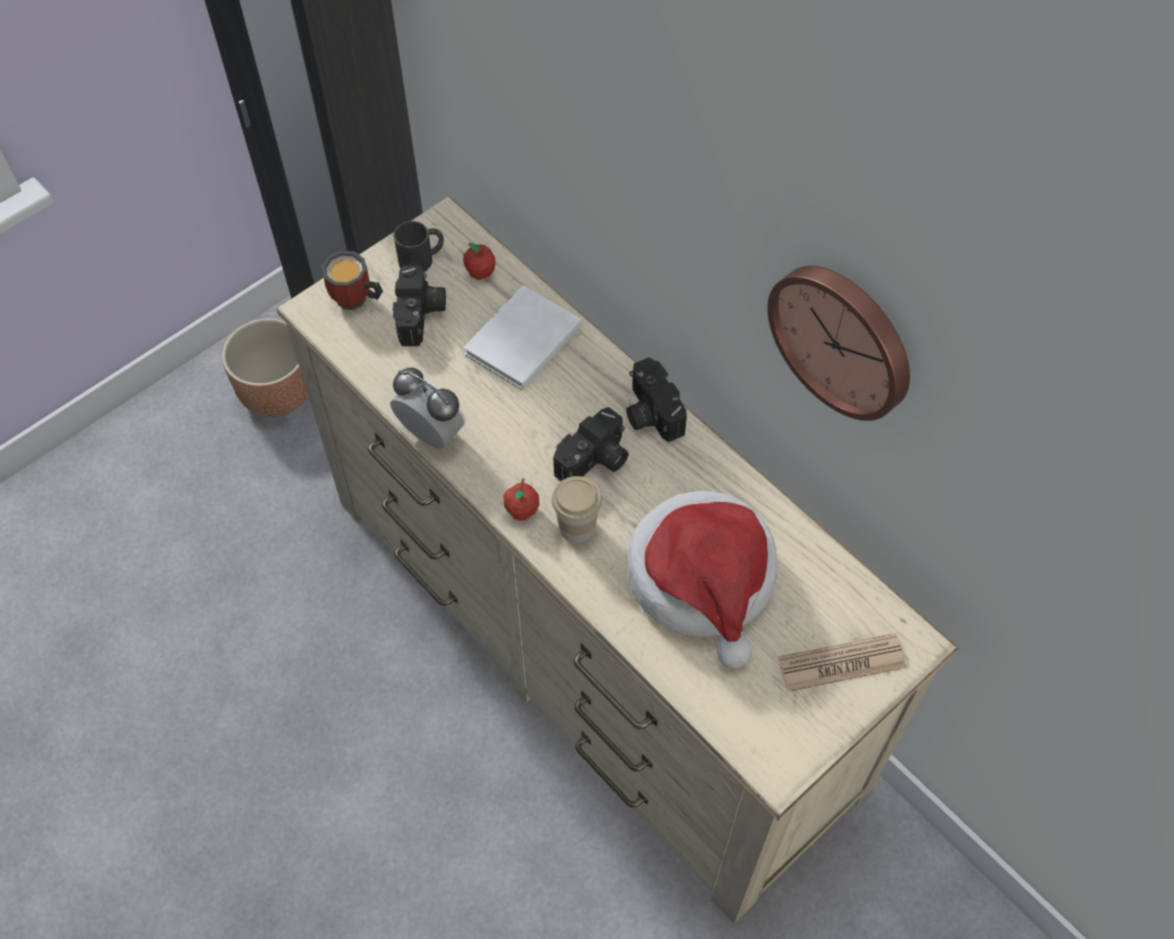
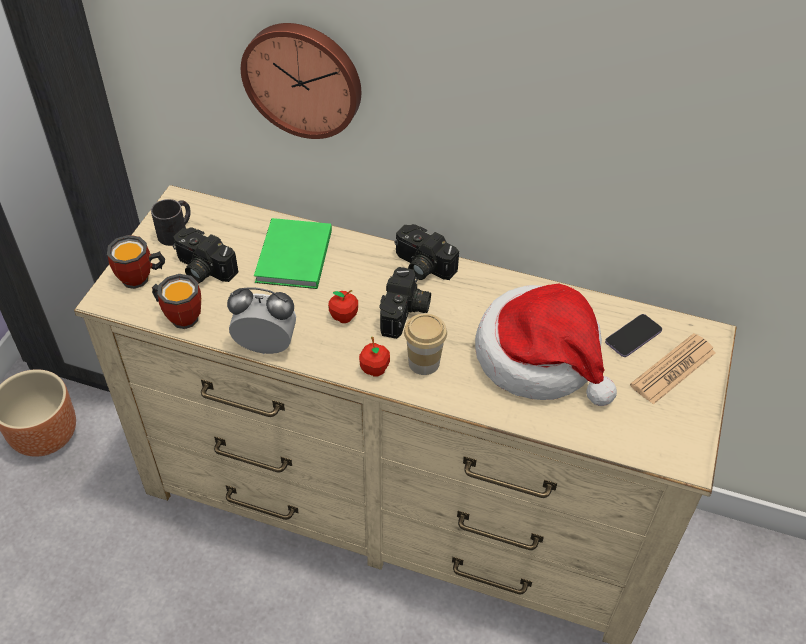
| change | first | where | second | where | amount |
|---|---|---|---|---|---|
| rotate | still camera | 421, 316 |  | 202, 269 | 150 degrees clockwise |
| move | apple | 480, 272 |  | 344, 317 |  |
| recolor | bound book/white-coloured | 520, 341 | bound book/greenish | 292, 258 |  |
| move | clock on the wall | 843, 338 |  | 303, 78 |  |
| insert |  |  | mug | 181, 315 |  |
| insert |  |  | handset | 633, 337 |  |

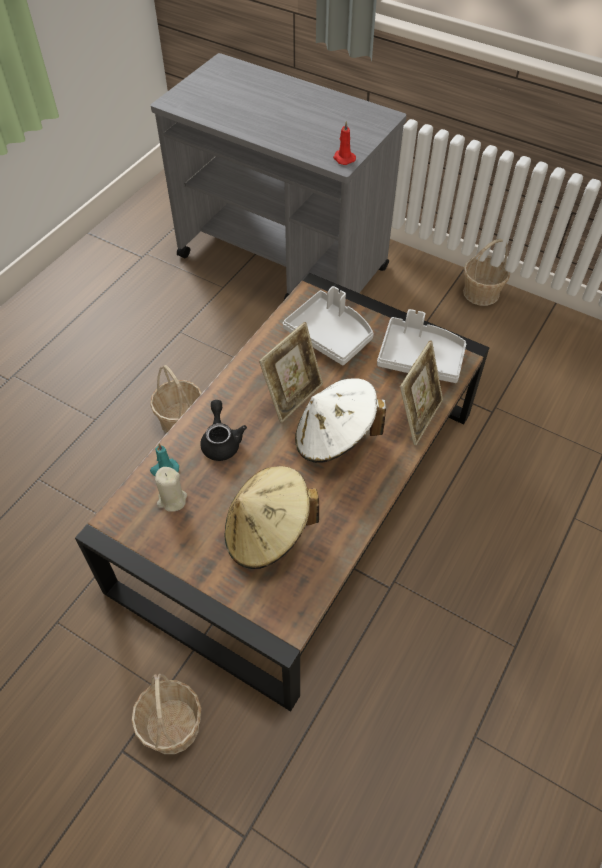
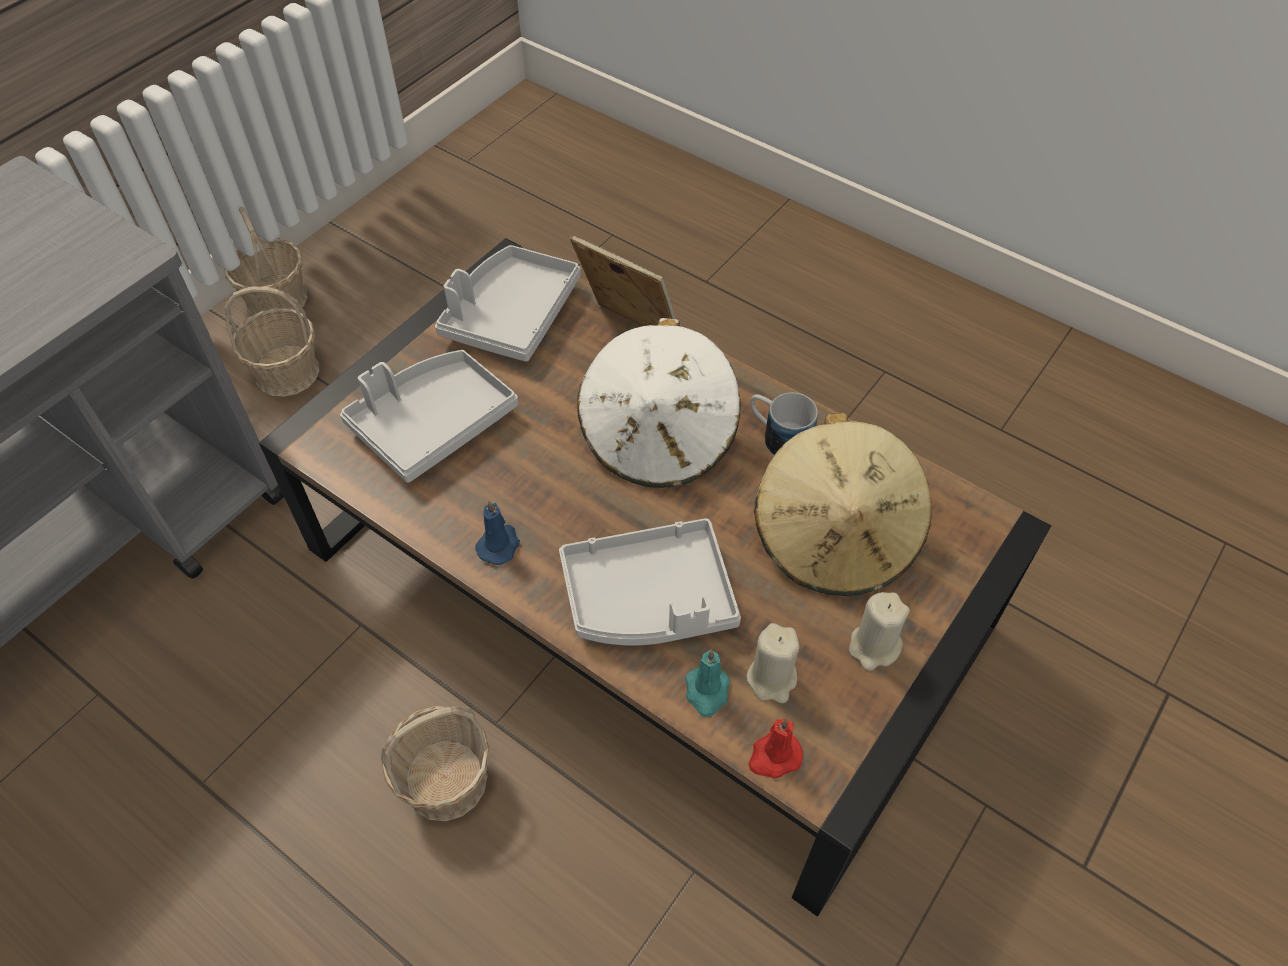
| change | first | where | second | where | amount |
|---|---|---|---|---|---|
| move | household basket | 172, 725 |  | 286, 372 |  |
| replace | teapot/black | 221, 441 | tray/gray | 649, 598 |  |
| delete | picture frame | 293, 396 |  |  |  |
| move | wax light/red-coloured | 343, 158 |  | 774, 757 |  |
| insert |  |  | wax light/bluish | 499, 545 |  |
| insert |  |  | mug | 778, 437 |  |
| insert |  |  | wax light/beige | 873, 647 |  |

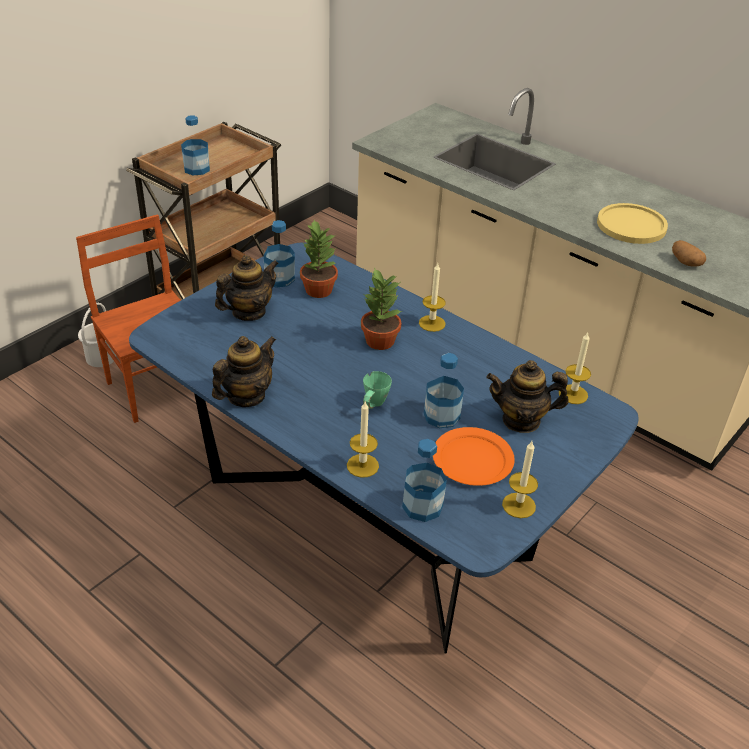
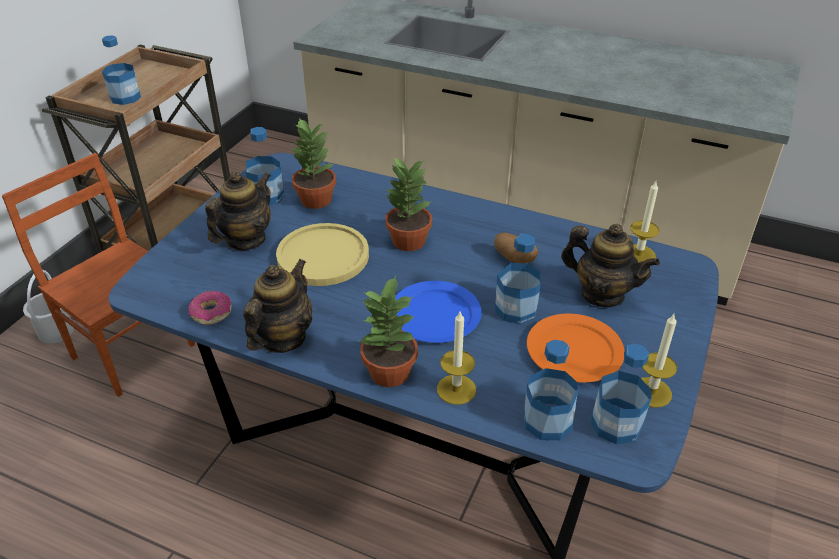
| change | first | where | second | where | amount |
|---|---|---|---|---|---|
| replace | mug/greenish | 373, 406 | flat dish/bluish | 435, 315 |  |
| delete | wax light | 432, 323 |  |  |  |
| rotate | teapot | 521, 420 |  | 602, 294 | 135 degrees counterclockwise |
| move | flat dish/yellowish | 631, 225 |  | 323, 256 |  |
| move | whole potato | 685, 262 |  | 513, 258 |  |
| insert |  |  | donut | 211, 313 |  |
| insert |  |  | potted plant | 388, 373 |  |
| insert |  |  | beverage bottle | 616, 424 |  |

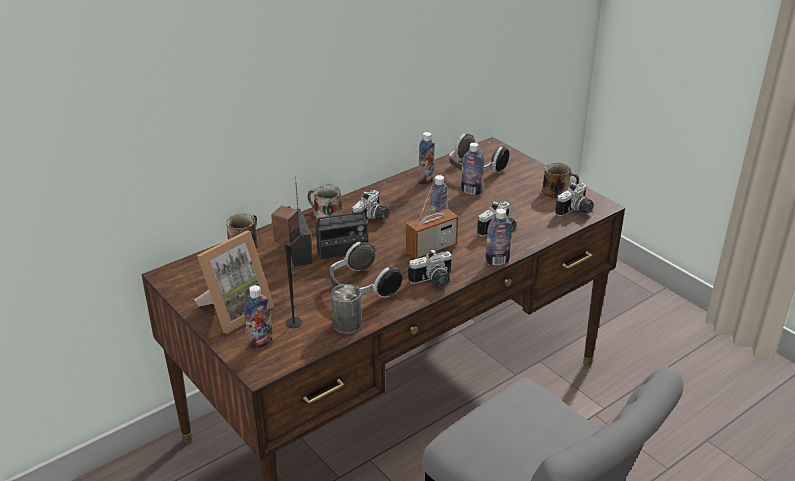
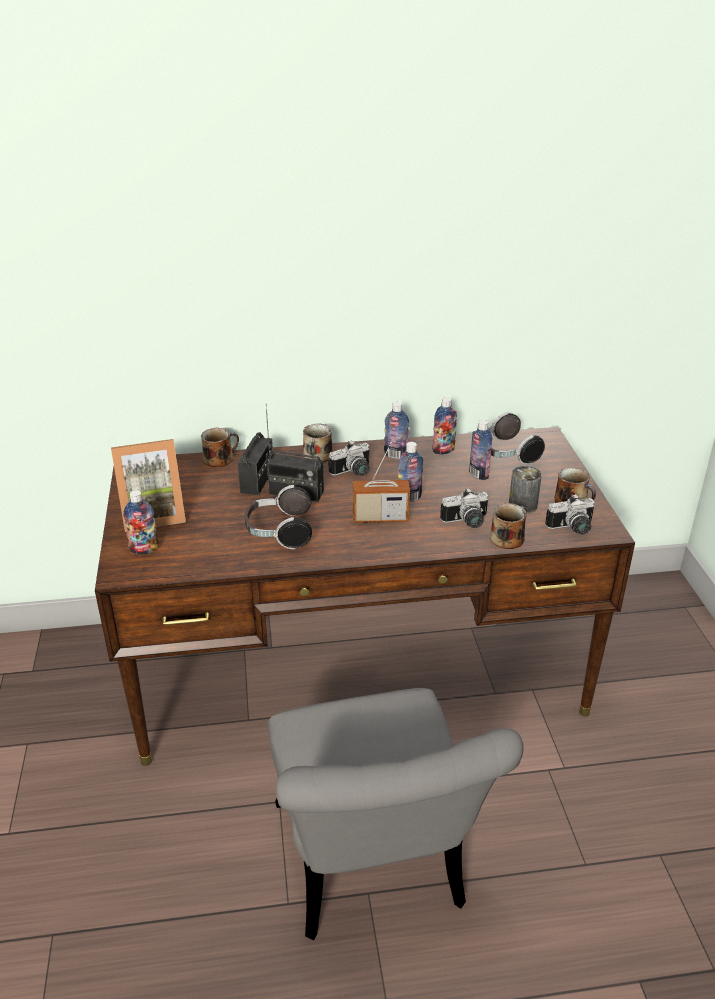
| change | first | where | second | where | amount |
|---|---|---|---|---|---|
| delete | audio speaker | 293, 322 |  |  |  |
| move | sealed can | 347, 324 |  | 522, 505 |  |
| delete | still camera | 433, 281 |  |  |  |
| move | beverage bottle | 497, 261 |  | 396, 455 |  |
| insert |  |  | mug | 508, 537 |  |

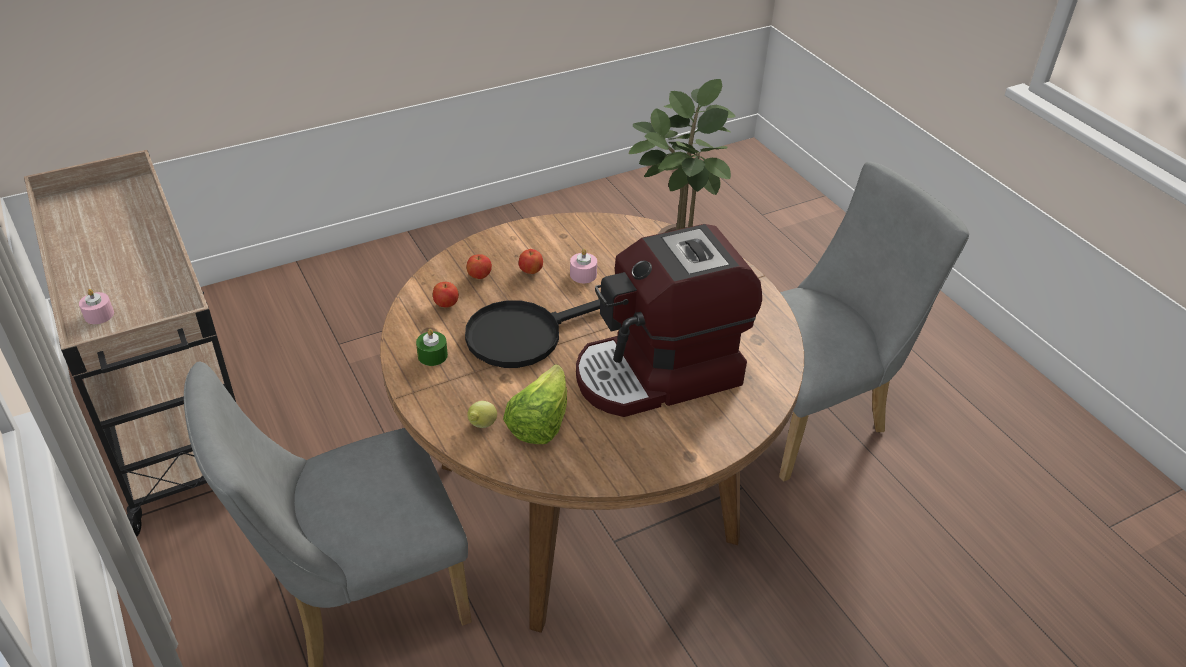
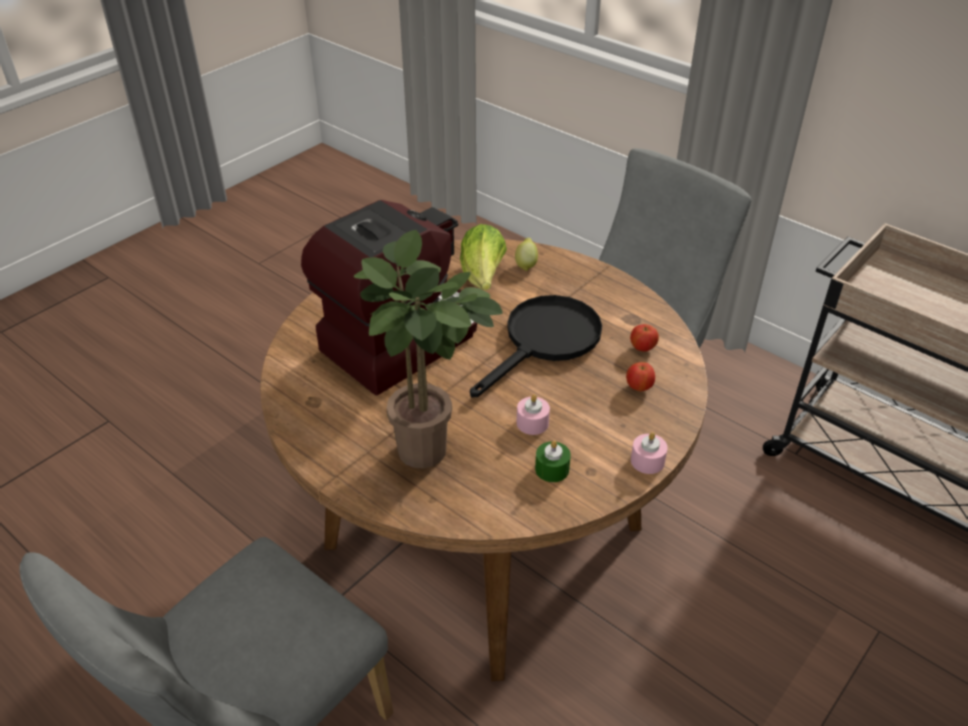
| change | first | where | second | where | amount |
|---|---|---|---|---|---|
| move | wax light/pink-coloured | 99, 315 |  | 647, 461 |  |
| move | wax light/greenish | 432, 355 |  | 552, 469 |  |
| delete | apple | 531, 271 |  |  |  |

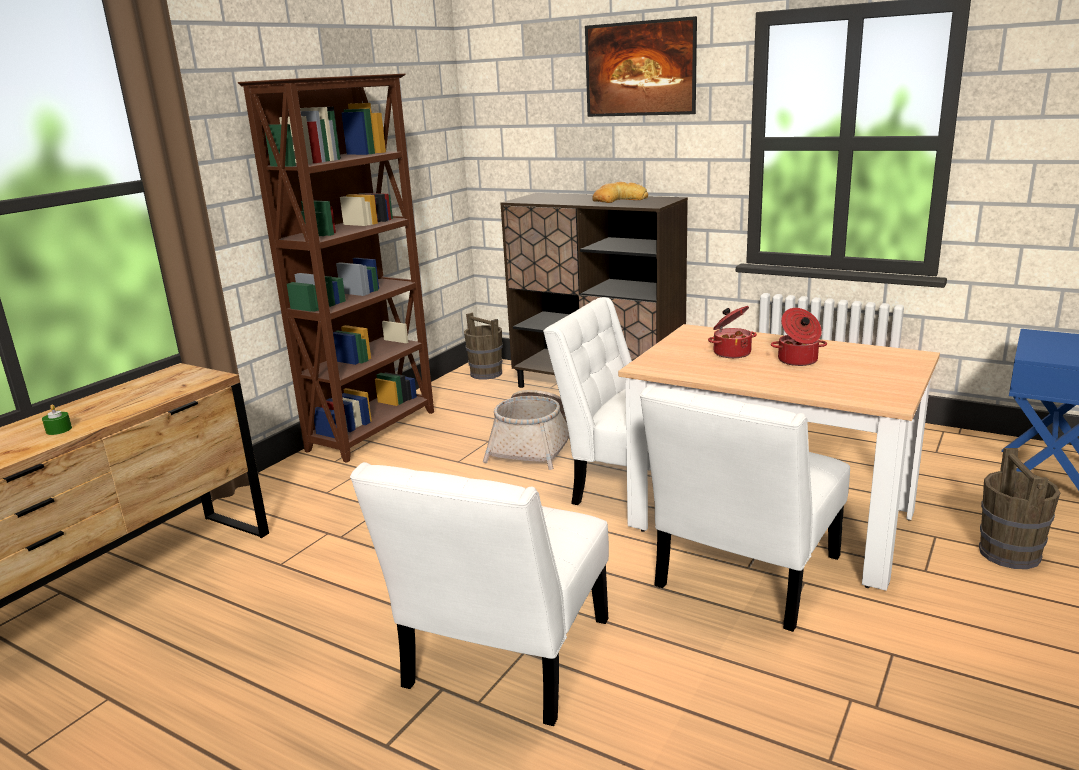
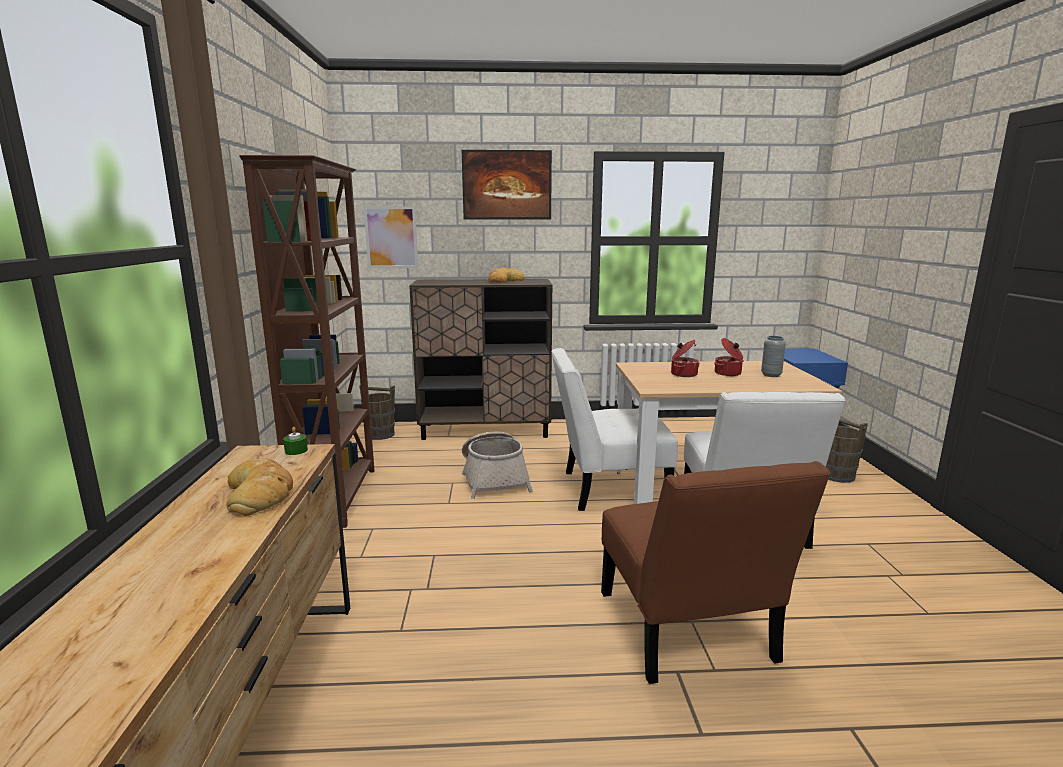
| change | first | where | second | where | amount |
|---|---|---|---|---|---|
| move | wax light/greenish | 59, 430 |  | 296, 450 |  |
| recolor | plain chair/white-coloured | 503, 661 | plain chair/brown-coloured | 688, 633 |  |
| insert |  |  | bakery bread | 260, 493 |  |
| insert |  |  | picture | 391, 237 |  |
| insert |  |  | vase/gray | 771, 375 |  |

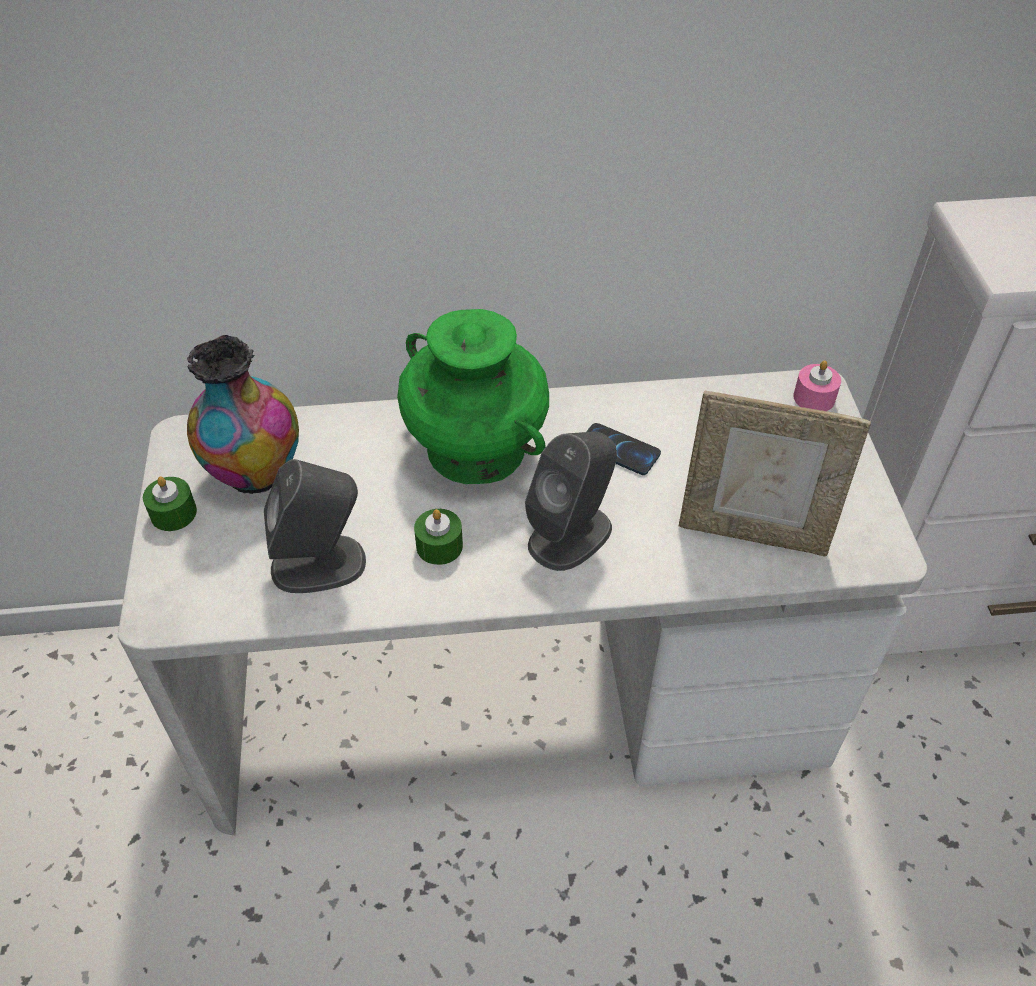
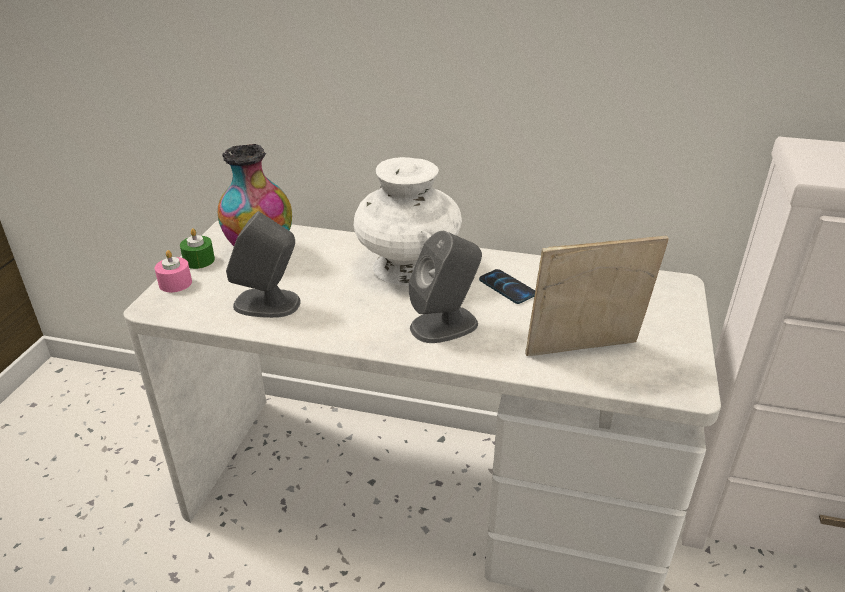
| change | first | where | second | where | amount |
|---|---|---|---|---|---|
| recolor | vase/greenish | 475, 448 | vase/white-coloured | 407, 267 |  |
| delete | wax light/greenish | 439, 546 |  |  |  |
| rotate | picture frame | 753, 532 |  | 583, 353 | 135 degrees clockwise |
| move | wax light/pink-coloured | 814, 398 |  | 175, 283 |  |

